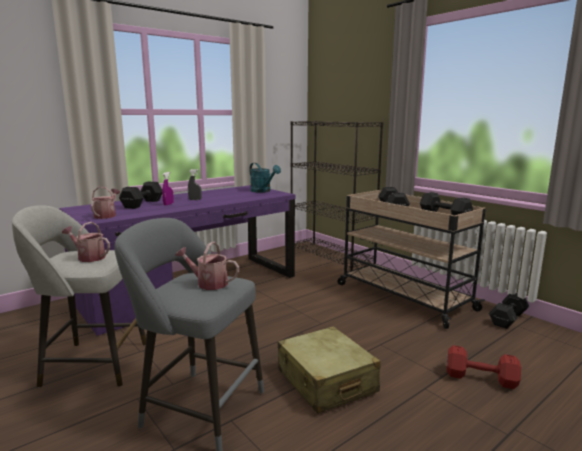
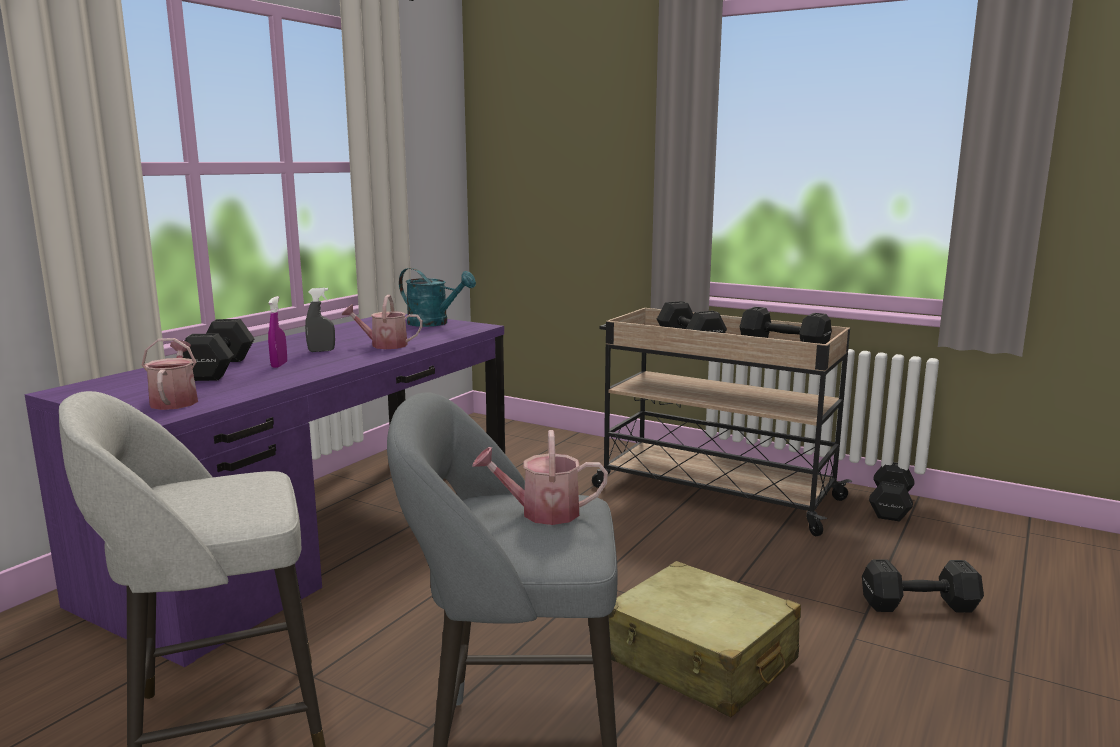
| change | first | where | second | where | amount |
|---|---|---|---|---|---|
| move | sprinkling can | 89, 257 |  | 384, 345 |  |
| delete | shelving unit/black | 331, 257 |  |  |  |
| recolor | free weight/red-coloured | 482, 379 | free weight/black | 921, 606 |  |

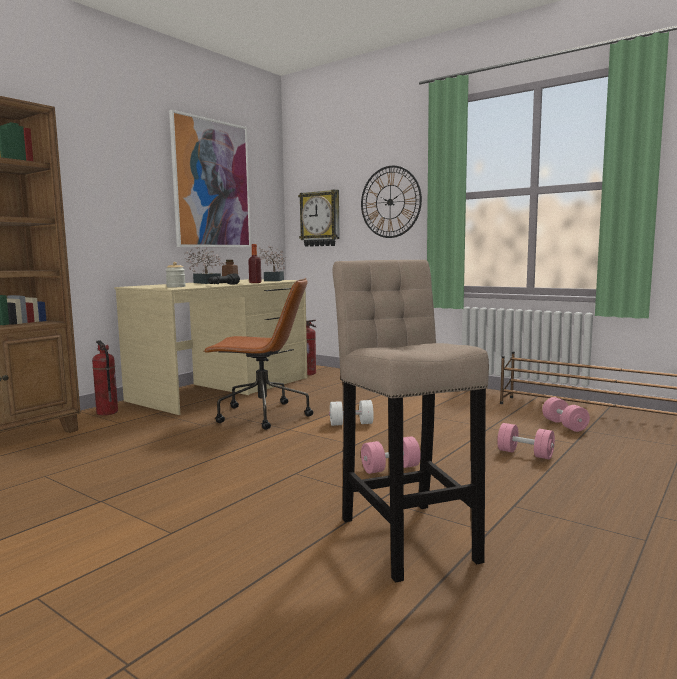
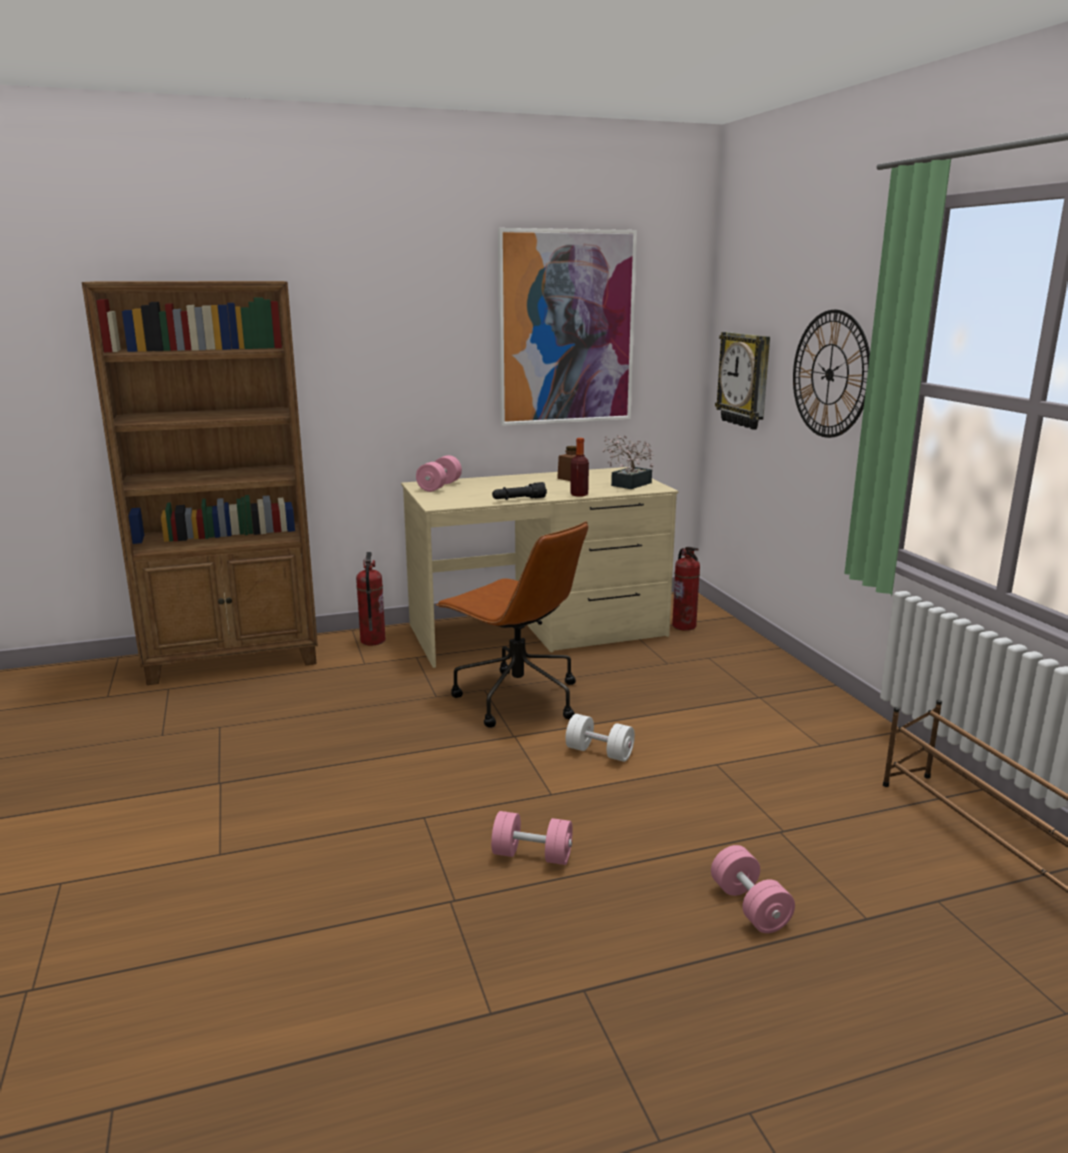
| change | first | where | second | where | amount |
|---|---|---|---|---|---|
| delete | preserve jar | 176, 287 |  |  |  |
| delete | potted plant | 205, 283 |  |  |  |
| delete | stool/beige | 406, 534 |  |  |  |
| move | free weight/pink-coloured | 564, 425 |  | 439, 486 |  |

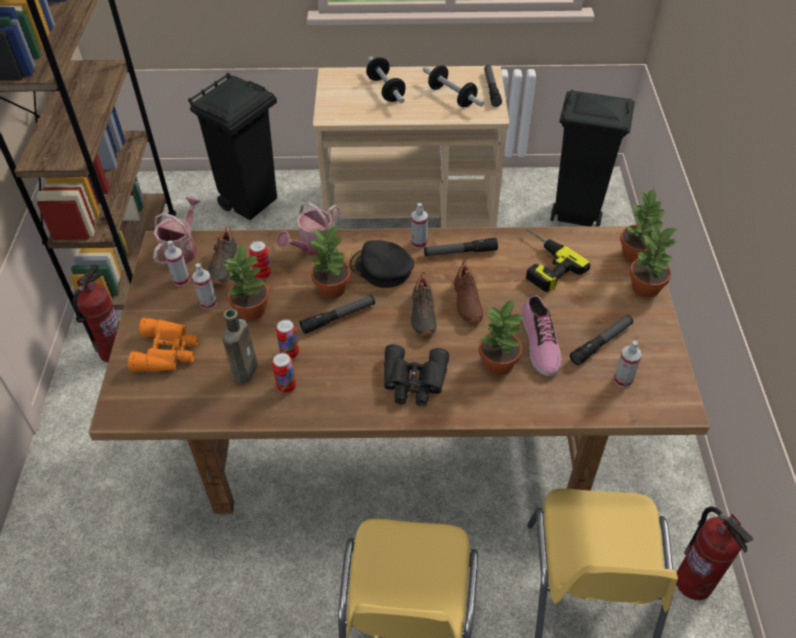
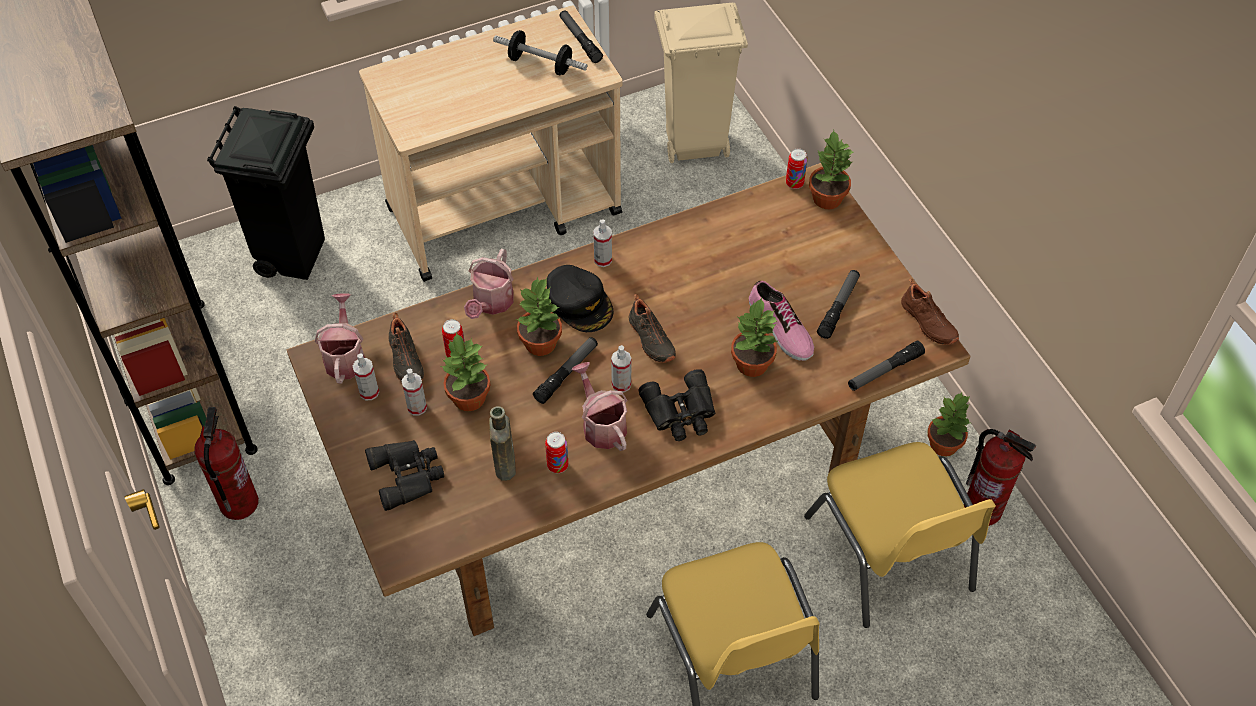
| change | first | where | second | where | amount |
|---|---|---|---|---|---|
| recolor | binoculars/orangey | 167, 351 | binoculars/black | 408, 475 |  |
| move | sealed can | 289, 353 |  | 794, 183 |  |
| rotate | cap/black | 381, 268 |  | 579, 303 | 135 degrees counterclockwise |
| delete | free weight | 385, 90 |  |  |  |
| move | hand torch | 460, 252 |  | 884, 371 |  |
| move | item of footwear/brown-coloured | 466, 302 |  | 927, 323 |  |
| delete | power drill | 542, 263 |  |  |  |
| recolor | rubbish bin/black | 575, 214 | rubbish bin/beige | 694, 145 |  |
| move | sprayer | 623, 380 |  | 621, 384 |  |
| move | potted plant | 646, 288 |  | 944, 445 |  |
| insert |  |  | sprinkling can | 601, 425 |  |

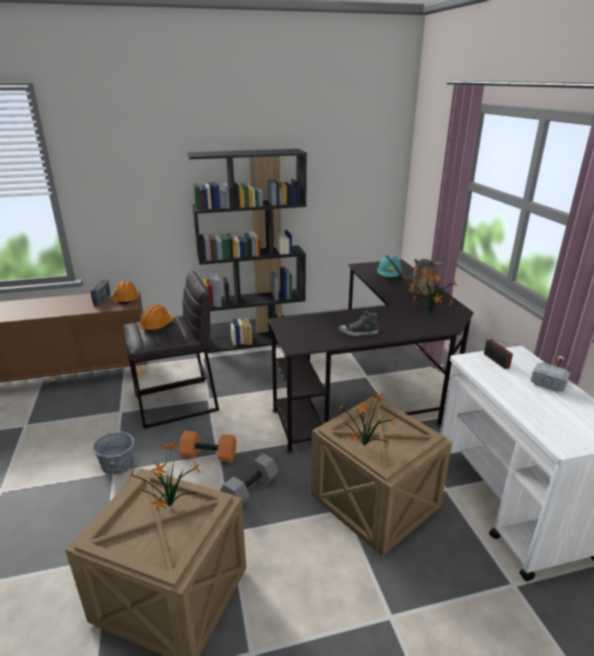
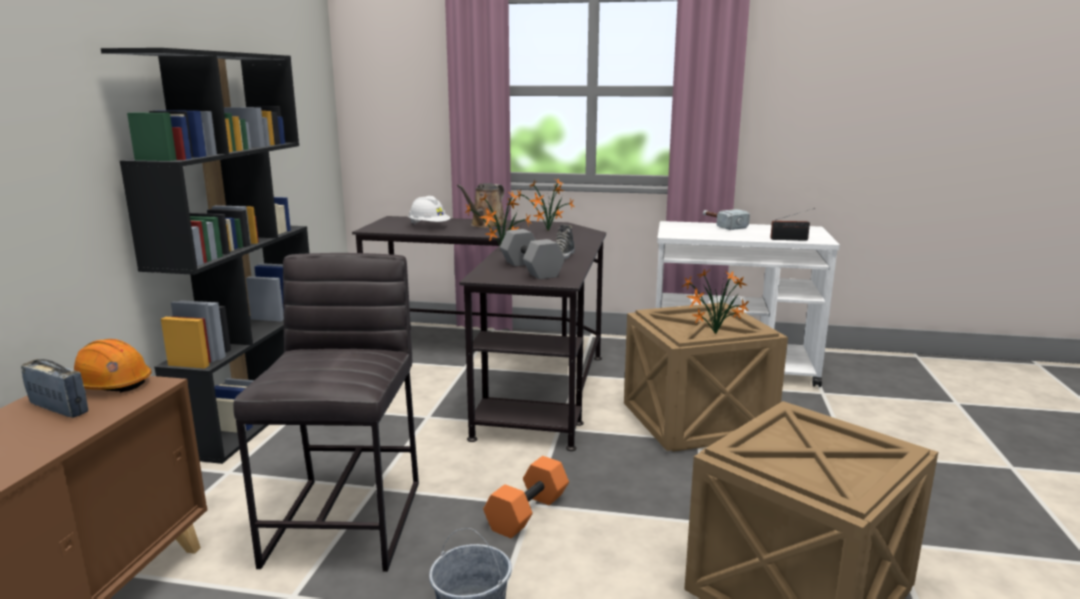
| change | first | where | second | where | amount |
|---|---|---|---|---|---|
| move | potted plant | 168, 506 |  | 500, 251 |  |
| delete | hard hat/orangey | 157, 325 |  |  |  |
| move | free weight/gray | 250, 489 |  | 529, 269 |  |
| recolor | hard hat/blue-green | 389, 276 | hard hat/white-coloured | 429, 226 |  |
| move | radio receiver | 497, 362 |  | 791, 239 |  |

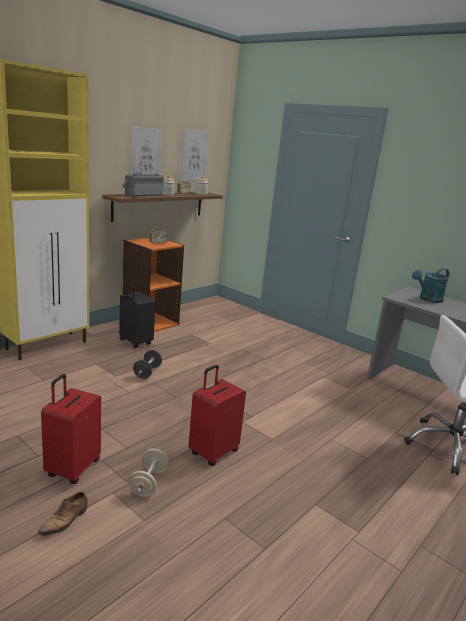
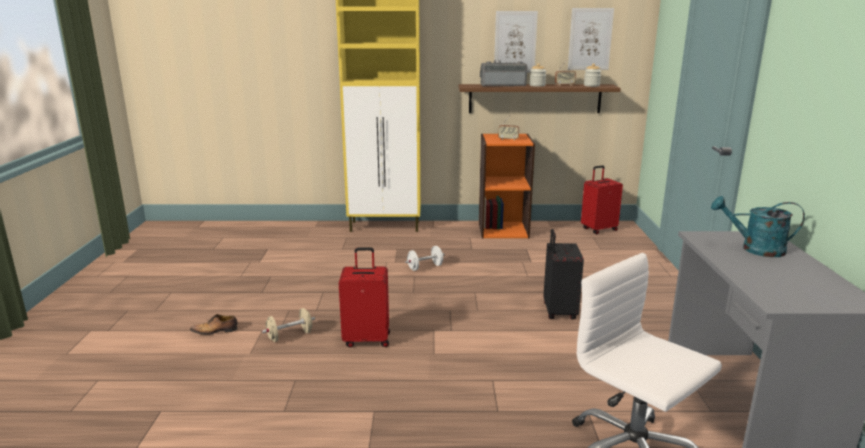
| change | first | where | second | where | amount |
|---|---|---|---|---|---|
| move | suitcase/red-coloured | 72, 468 |  | 598, 229 |  |
| move | suitcase/black | 135, 342 |  | 558, 312 |  |
| recolor | free weight/black | 147, 372 | free weight/white-coloured | 425, 267 |  |

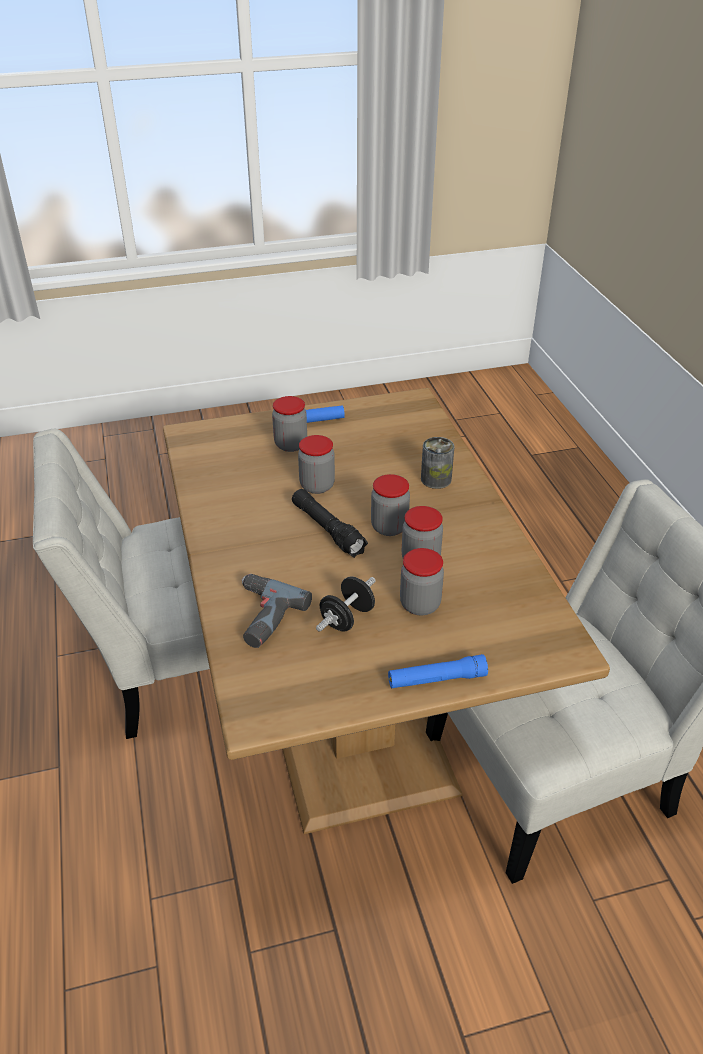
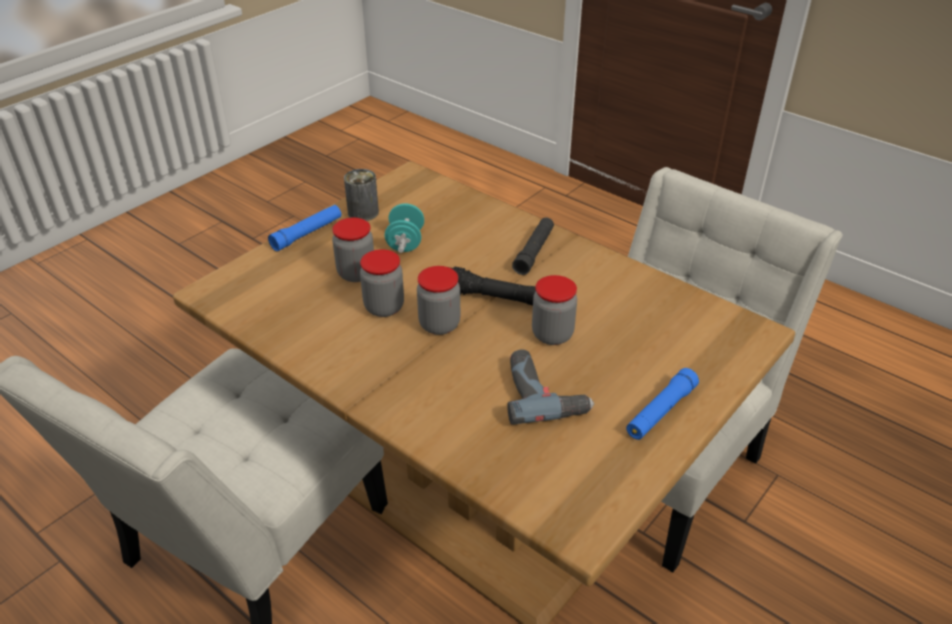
| change | first | where | second | where | amount |
|---|---|---|---|---|---|
| move | power drill | 260, 616 |  | 543, 393 |  |
| delete | preserve jar | 290, 444 |  |  |  |
| recolor | free weight/black | 347, 618 | free weight/blue-green | 405, 242 |  |
| move | sealed can | 436, 479 |  | 363, 212 |  |
| insert |  |  | hand torch/black | 534, 251 |  |

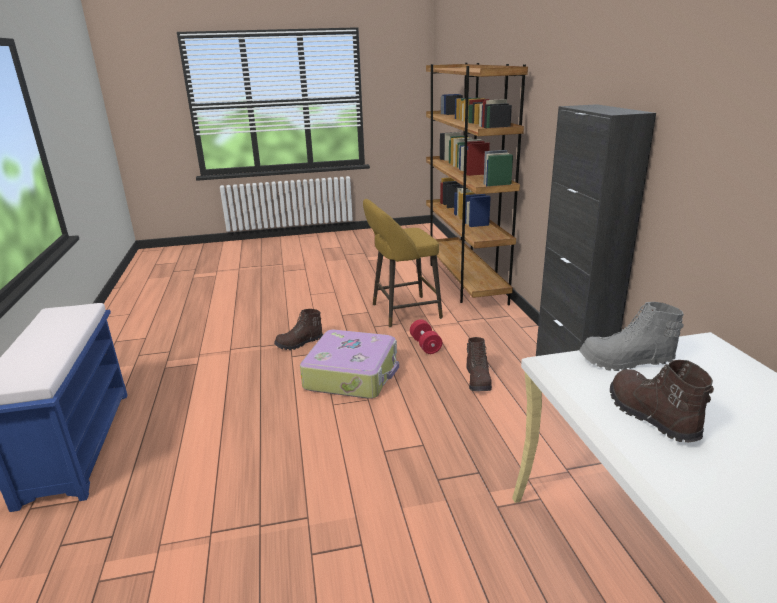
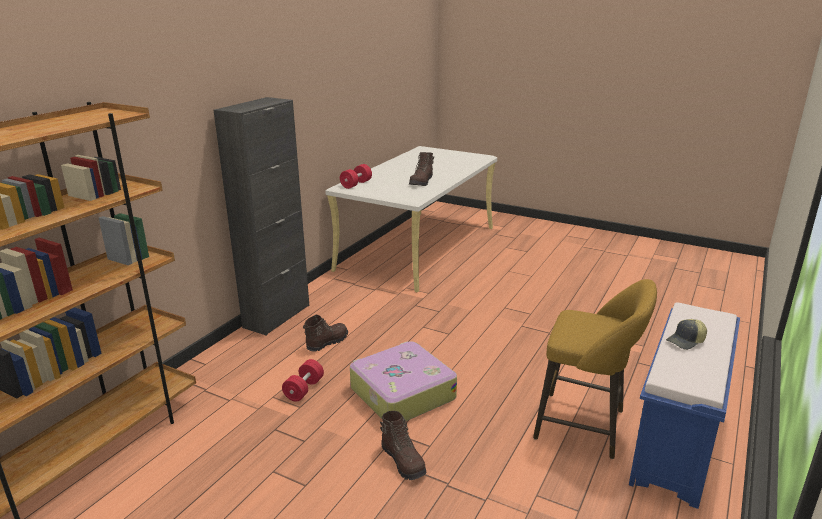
| change | first | where | second | where | amount |
|---|---|---|---|---|---|
| rotate | high-top boot/brown-coloured | 299, 343 |  | 403, 461 | 45 degrees clockwise |
| move | stool/yellowish | 402, 312 |  | 585, 426 |  |
| delete | high-top boot/gray | 626, 362 |  |  |  |
| insert |  |  | free weight/red-coloured | 356, 184 |  |
| insert |  |  | cap | 686, 341 |  |

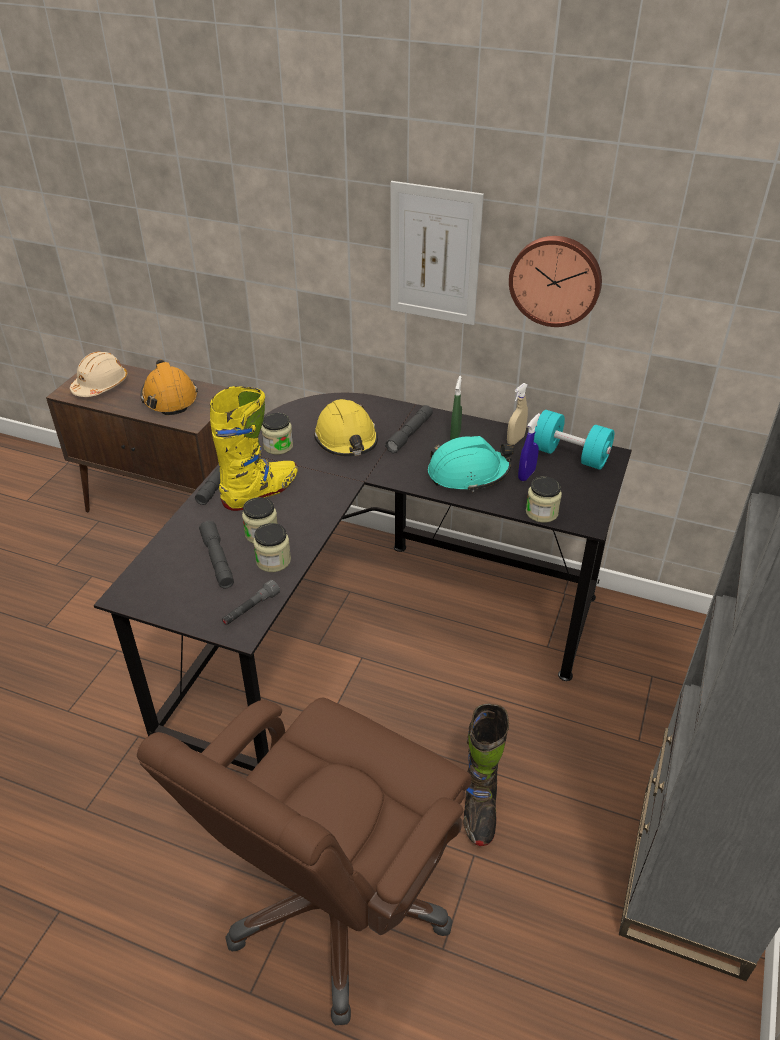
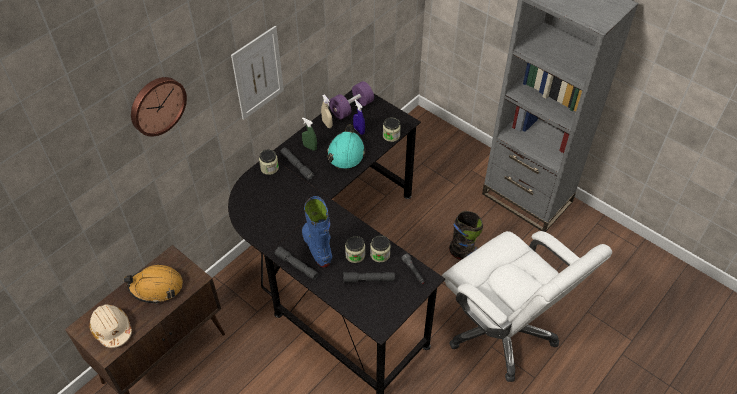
| change | first | where | second | where | amount |
|---|---|---|---|---|---|
| recolor | computer chair/brown-coloured | 338, 905 | computer chair/white-coloured | 502, 331 |  |
| recolor | high-top boot/yellowish | 261, 492 | high-top boot/bluish | 317, 248 |  |
| move | preserve jar | 278, 446 |  | 269, 168 |  |
| delete | hard hat/yellowish | 346, 439 |  |  |  |
| move | clock on the wall | 555, 280 |  | 156, 105 |  |
| recolor | free weight/blue-green | 569, 455 | free weight/purple | 351, 108 |  |

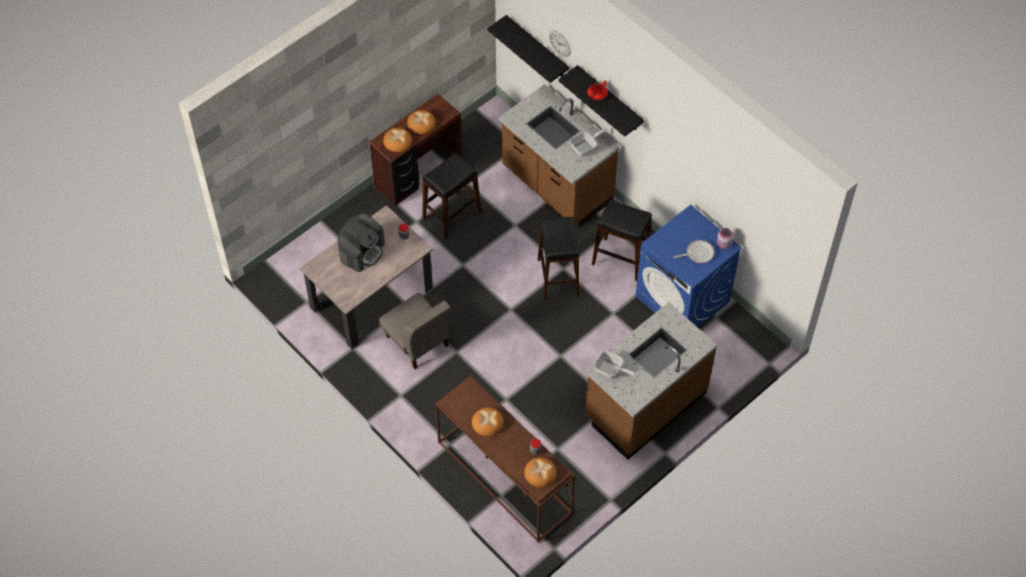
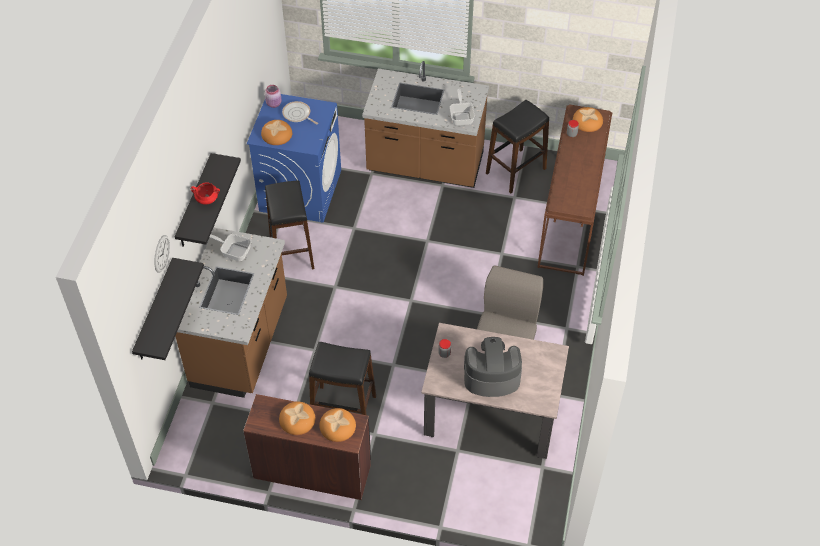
| change | first | where | second | where | amount |
|---|---|---|---|---|---|
| move | bakery bread | 487, 423 |  | 277, 134 |  |
| move | stool/black | 558, 278 |  | 516, 171 |  |

